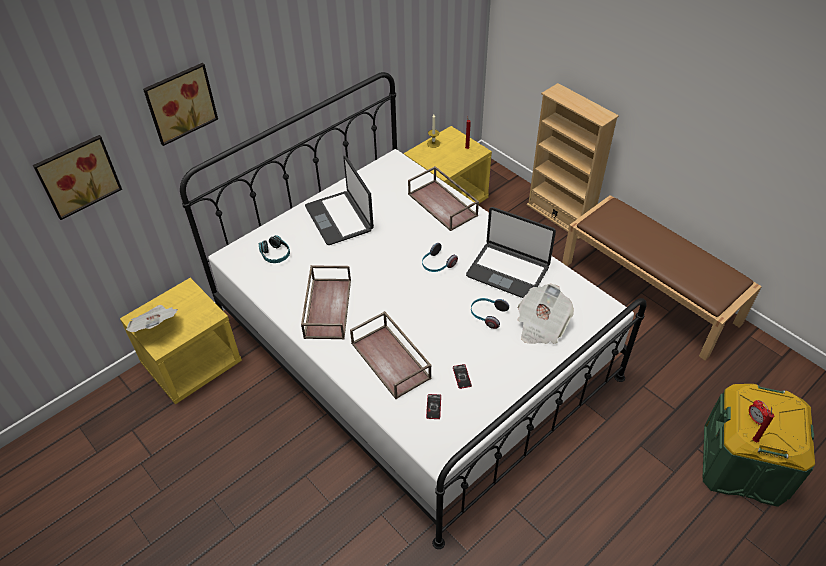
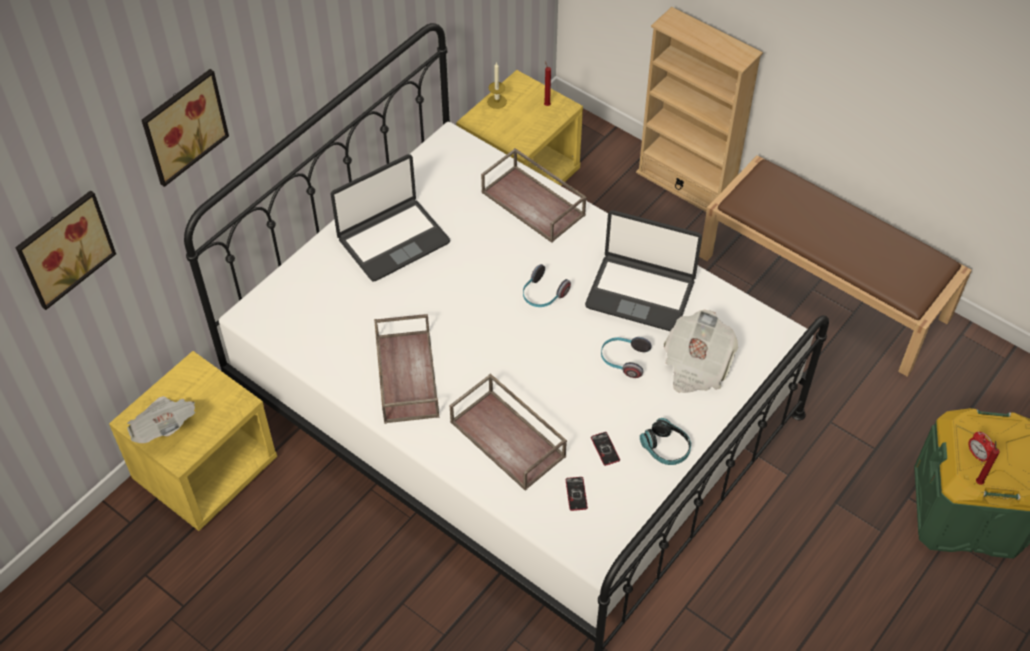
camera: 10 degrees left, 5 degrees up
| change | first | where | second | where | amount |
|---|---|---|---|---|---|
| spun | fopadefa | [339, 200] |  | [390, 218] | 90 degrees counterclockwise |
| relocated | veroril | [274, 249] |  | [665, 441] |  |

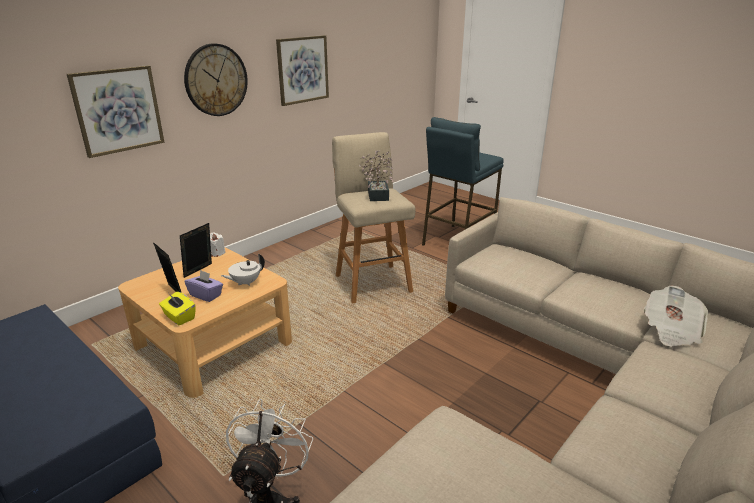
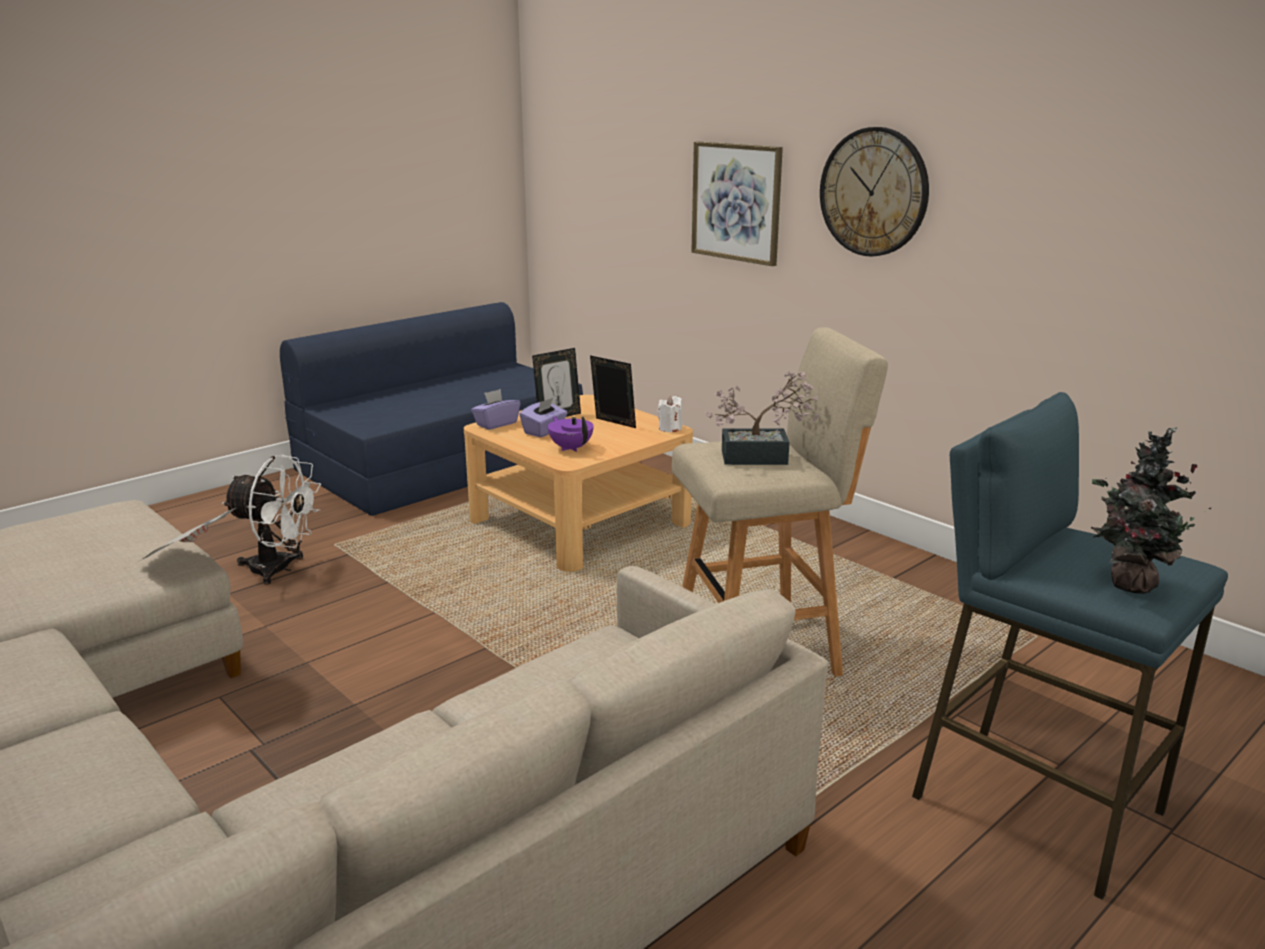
camera: 95 degrees right, 5 degrees down
| change | first | where | second | where | amount |
|---|---|---|---|---|---|
| relocated | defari | [676, 316] |  | [186, 535] |  |
| colour | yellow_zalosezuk | [177, 308] | purple_zalosezuk | [496, 409] |  |
| colour | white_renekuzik | [243, 270] | purple_renekuzik | [571, 434] |  |
| appeared |  |  | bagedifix | [1151, 510] |  |
| missing | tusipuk | [302, 70] |  |  |  |

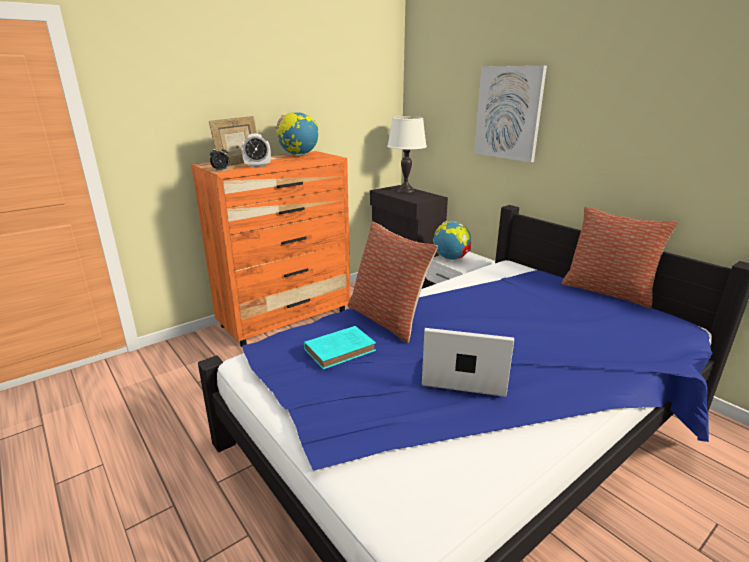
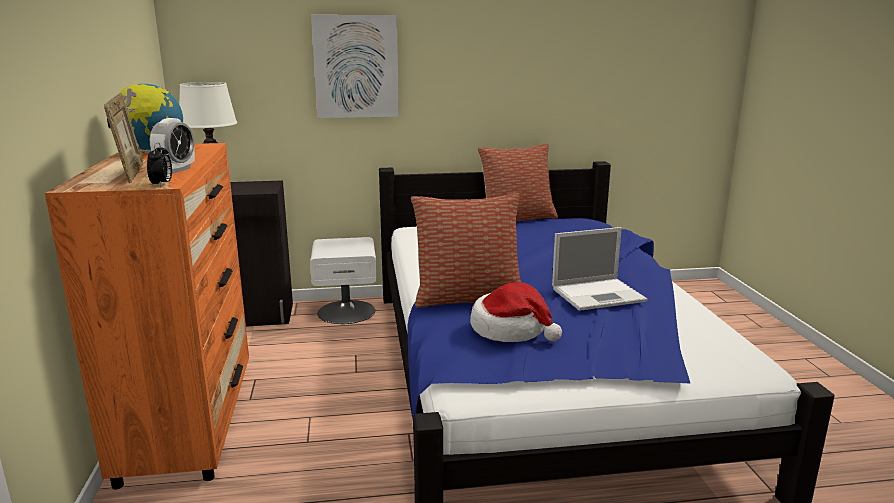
camera: 60 degrees left, 5 degrees down
| change | first | where | second | where | amount |
|---|---|---|---|---|---|
| exchanged | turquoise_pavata | [340, 347] | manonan | [516, 312] |  |
| spun | fopadefa | [468, 362] |  | [599, 269] | 150 degrees counterclockwise |
| missing | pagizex | [452, 240] |  |  |  |

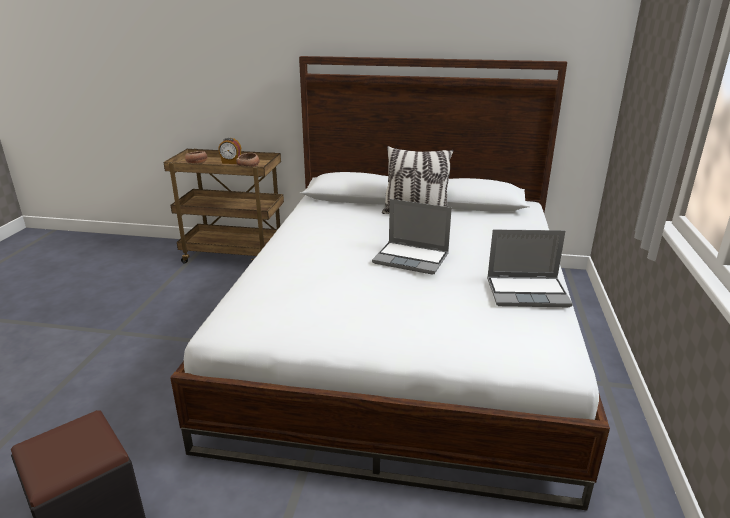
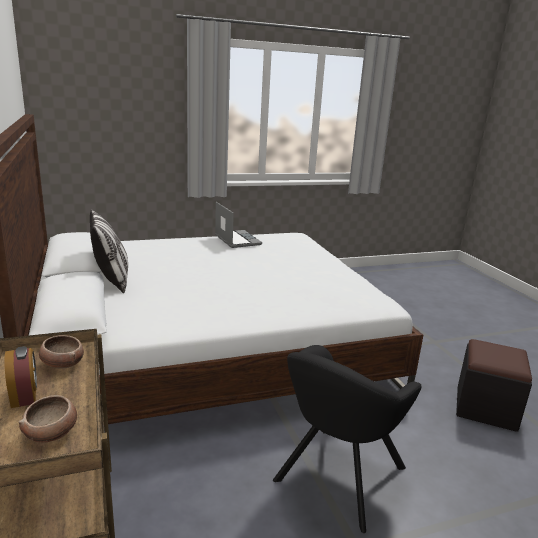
camera: 120 degrees left, 5 degrees down
| change | first | where | second | where | amount |
|---|---|---|---|---|---|
| appeared |  |  | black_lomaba | [347, 439] |  |
| missing | fopadefa | [412, 237] |  |  |  |

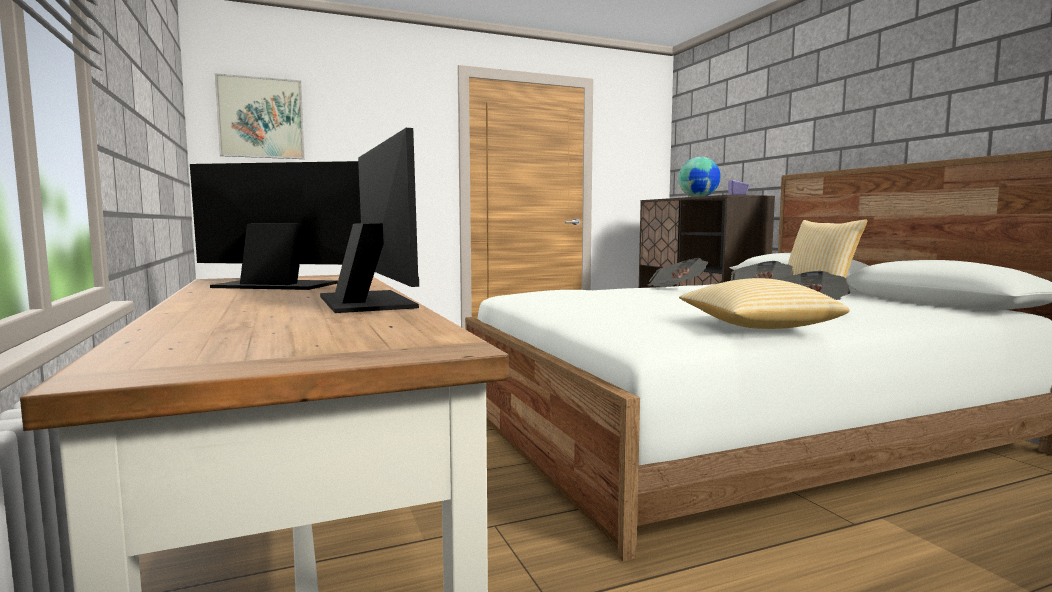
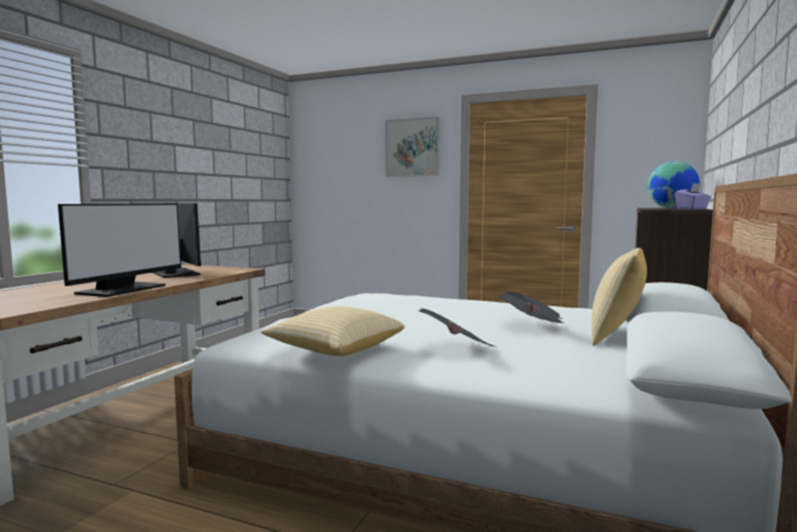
camera: 45 degrees right, 0 degrees up
| change | first | where | second | where | amount |
|---|---|---|---|---|---|
| relocated | tusipuk | [260, 116] |  | [412, 147] |  |
| missing | defari | [677, 272] |  |  |  |

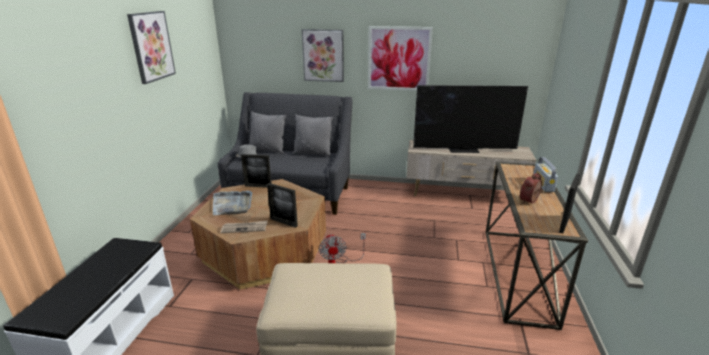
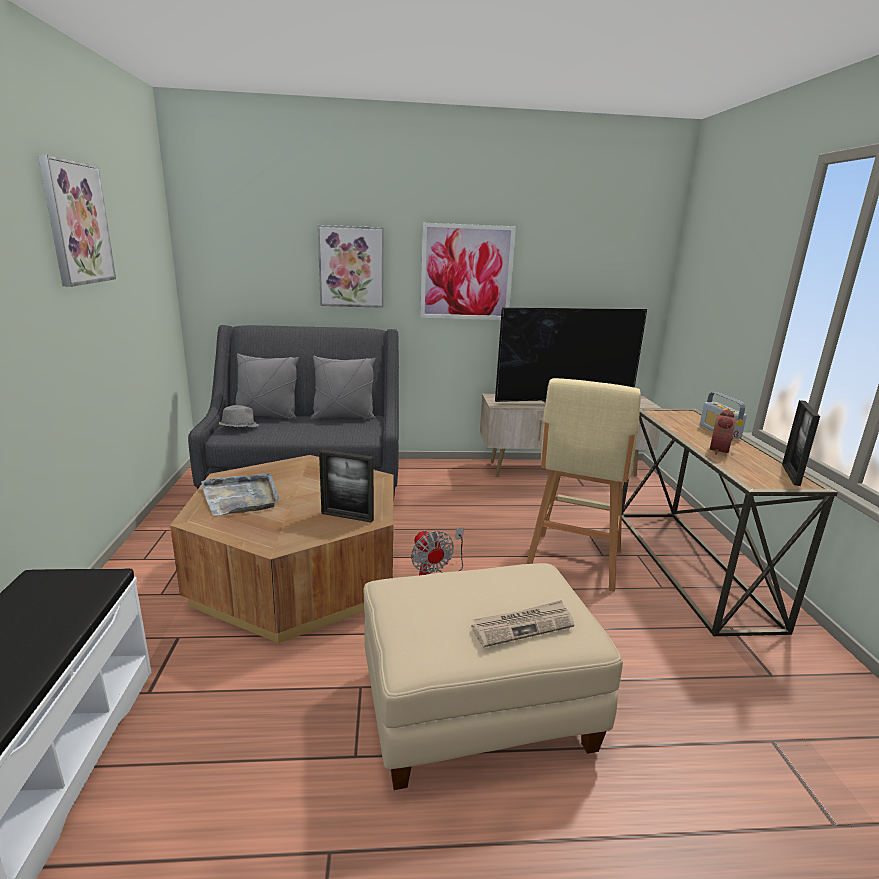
camera: 15 degrees left, 5 degrees down
| change | first | where | second | where | amount |
|---|---|---|---|---|---|
| relocated | defari | [244, 226] |  | [522, 623] |  |
| appeared |  |  | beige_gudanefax | [583, 485] |  |
| missing | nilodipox | [256, 171] |  |  |  |

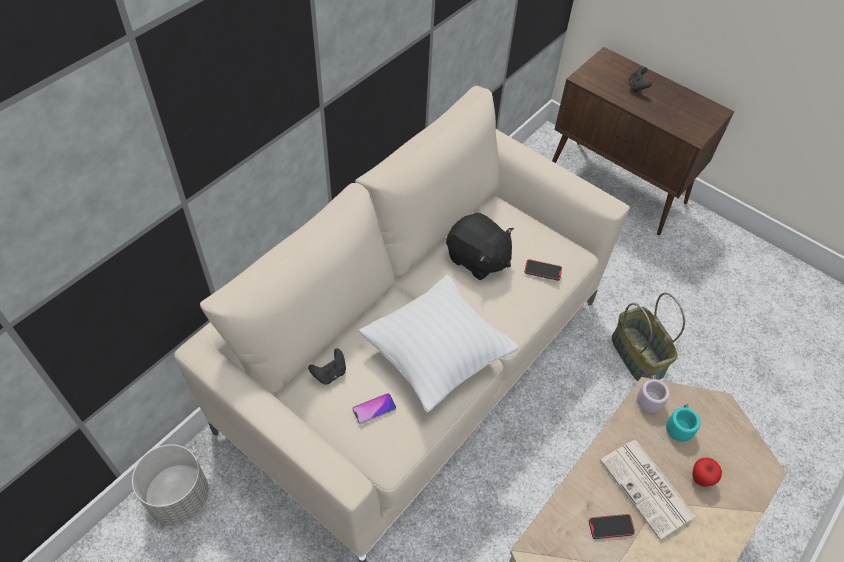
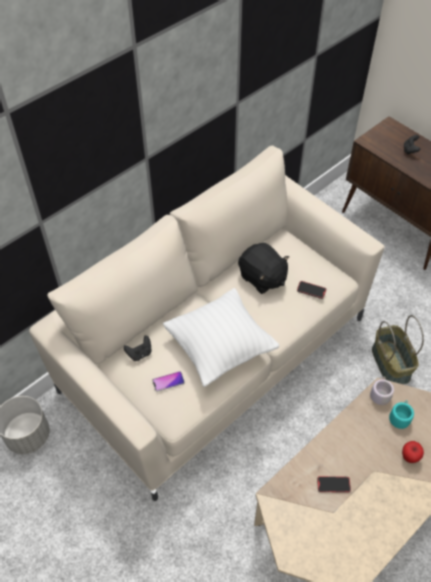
camera: 10 degrees right, 0 degrees up
| change | first | where | second | where | amount |
|---|---|---|---|---|---|
| missing | defari | [648, 490] |  |  |  |

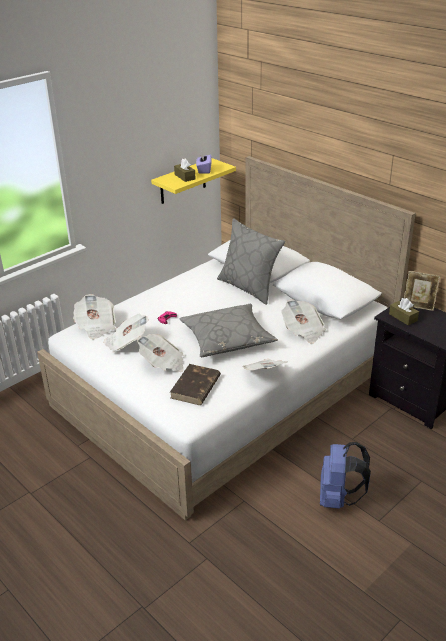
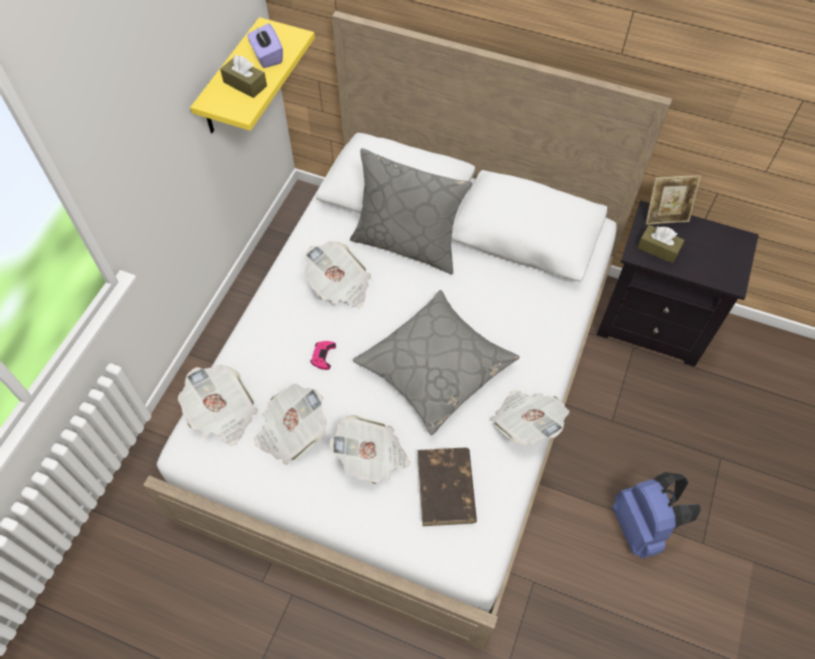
camera: 25 degrees left, 25 degrees up
| change | first | where | second | where | amount |
|---|---|---|---|---|---|
| relocated | defari | [303, 321] |  | [337, 274] |  |

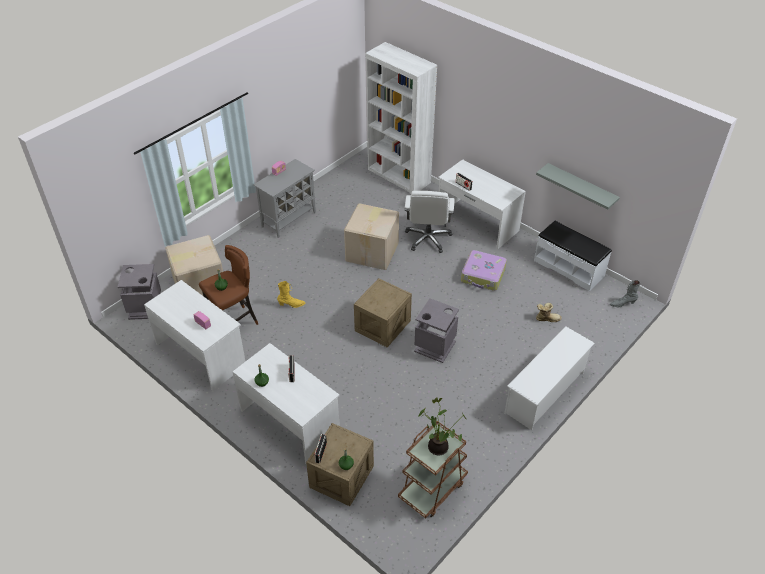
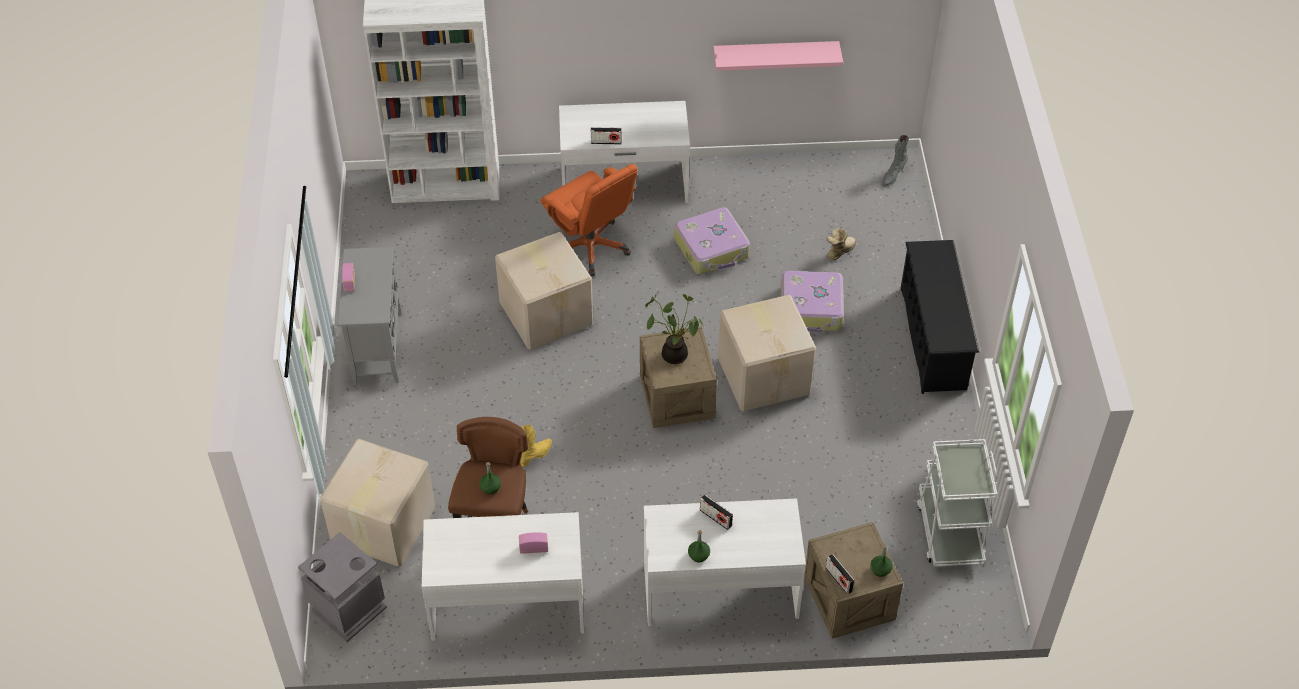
camera: 45 degrees left, 5 degrees up
| change | first | where | second | where | amount |
|---|---|---|---|---|---|
| colour | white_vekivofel | [430, 222] | orange_vekivofel | [589, 220] |  |
| relocated | bagedifix | [442, 427] |  | [674, 329] |  |
| colour | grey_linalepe | [578, 186] | pink_linalepe | [778, 56] |  |
| exchanged | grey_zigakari | [436, 331] | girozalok | [767, 353] |  |
| appeared |  |  | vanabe | [812, 301] |  |
| colour | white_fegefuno | [549, 378] | black_fegefuno | [940, 317] |  |
| colour | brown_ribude | [433, 469] | white_ribude | [957, 502] |  |
| missing | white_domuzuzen | [573, 255] |  |  |  |

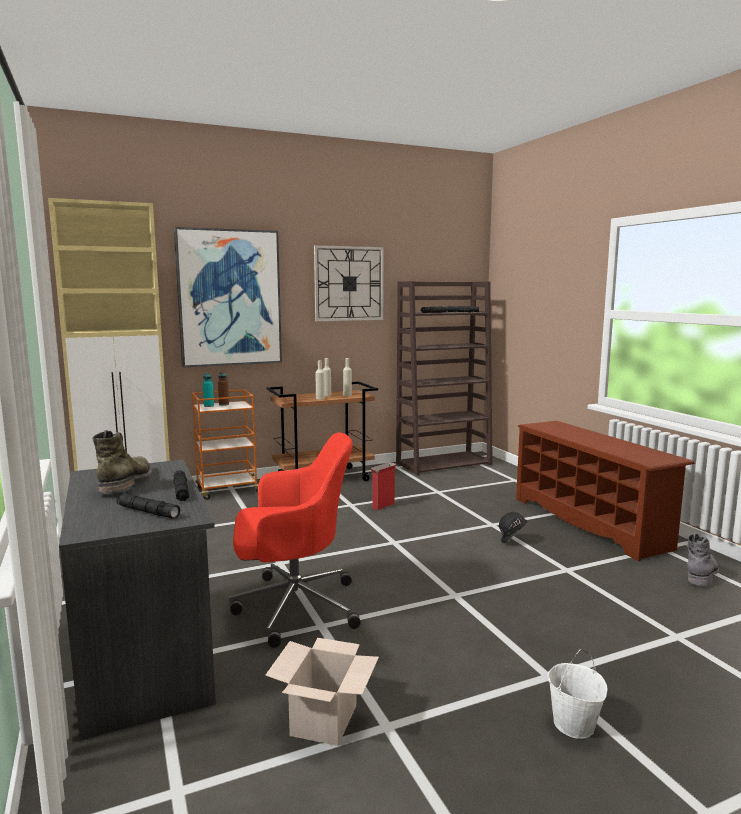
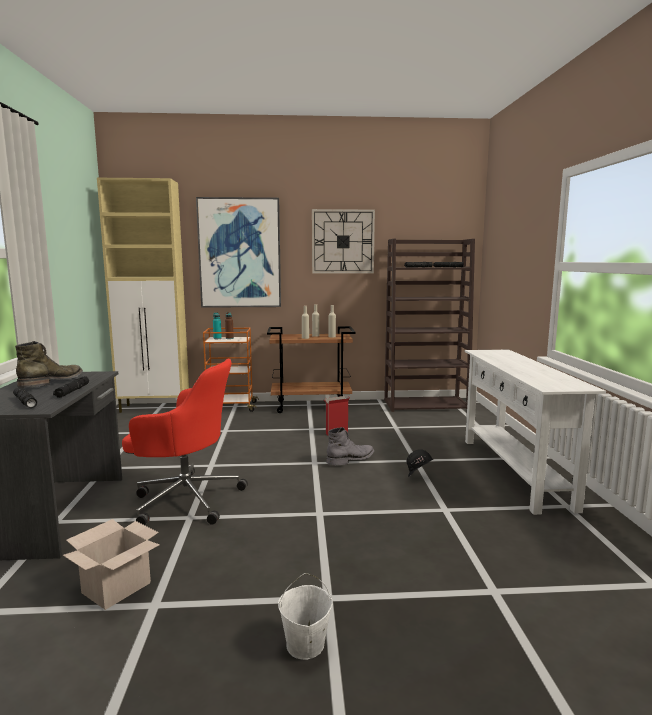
camera: 20 degrees right, 0 degrees up
| change | first | where | second | where | amount |
|---|---|---|---|---|---|
| relocated | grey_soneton | [703, 559] |  | [350, 446] |  |
| exchanged | brown_fegefuno | [605, 491] | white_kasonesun | [535, 432] |  |

